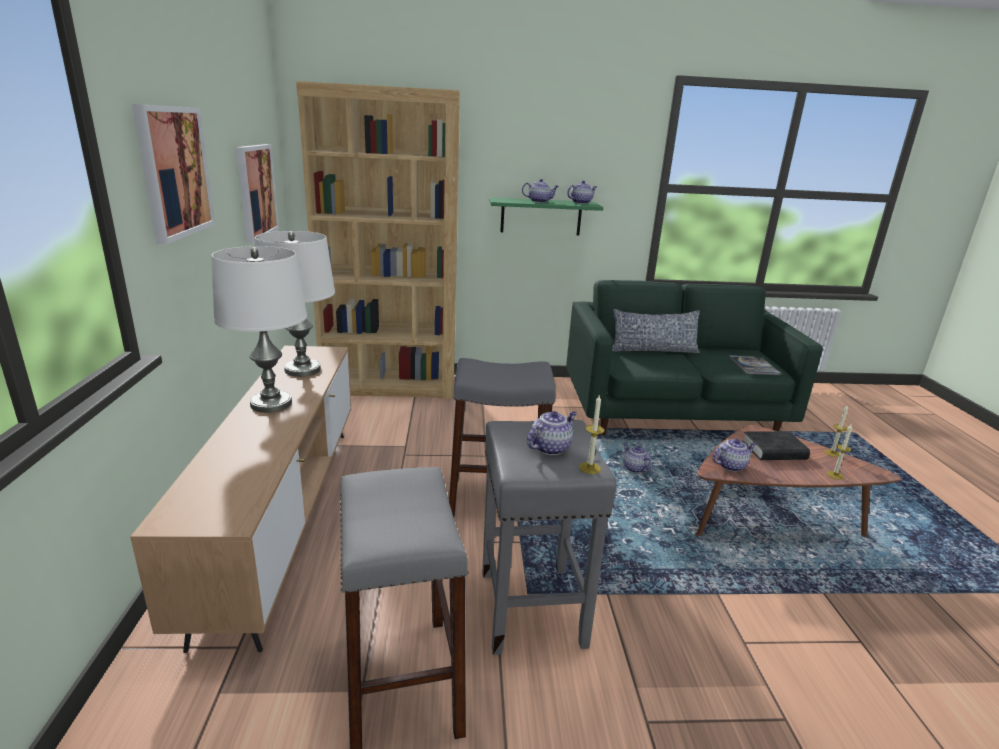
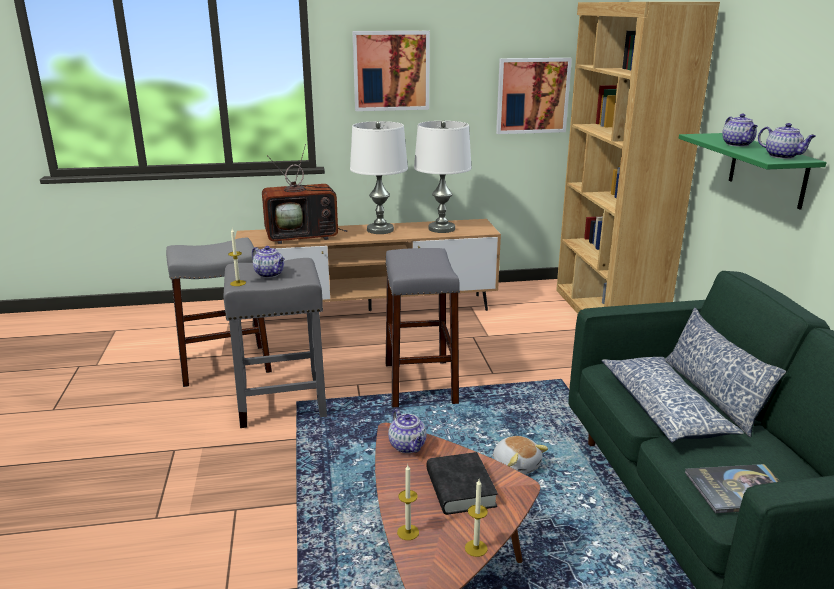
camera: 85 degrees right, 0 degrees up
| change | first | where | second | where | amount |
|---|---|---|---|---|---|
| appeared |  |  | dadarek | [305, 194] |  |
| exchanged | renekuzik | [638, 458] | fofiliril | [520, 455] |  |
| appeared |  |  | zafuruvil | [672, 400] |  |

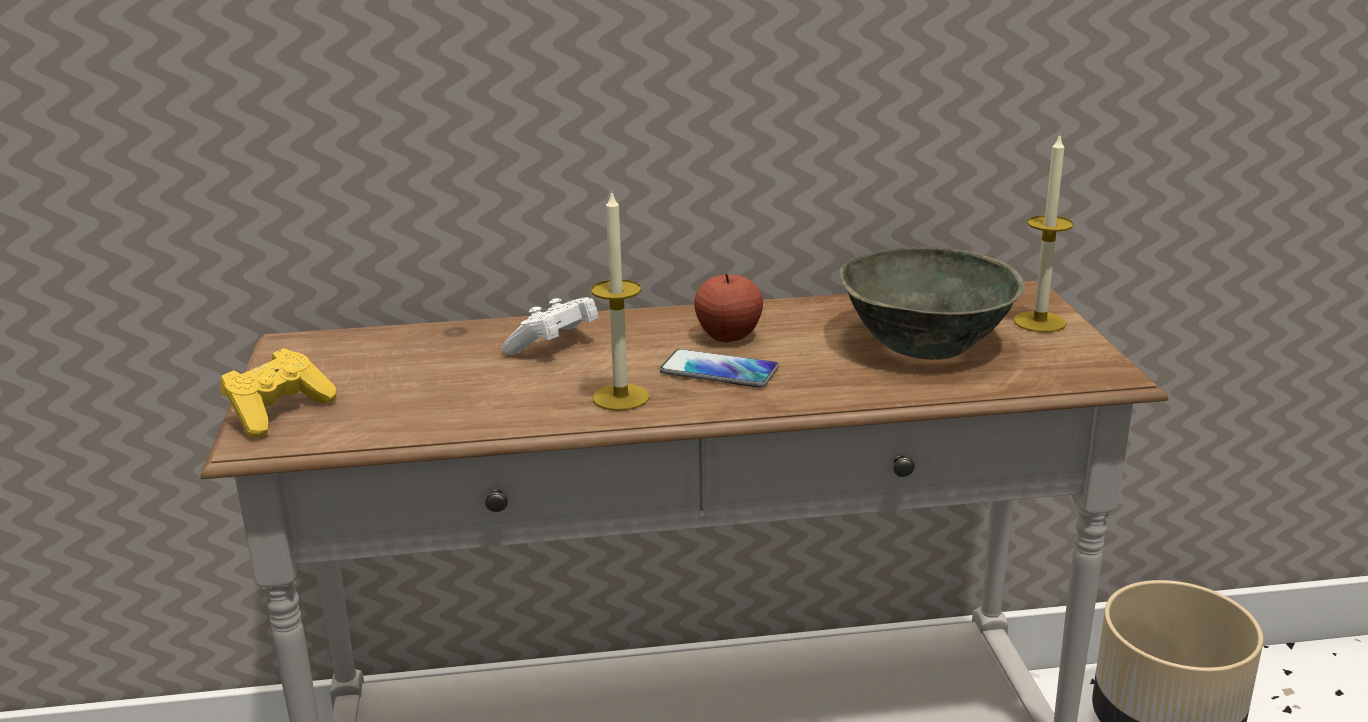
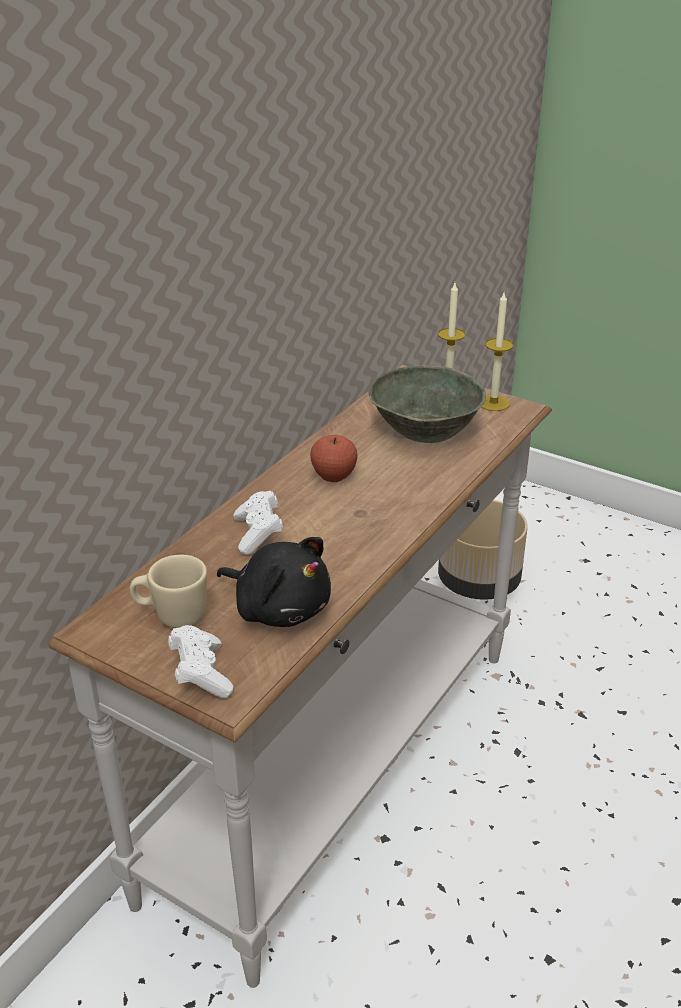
camera: 50 degrees left, 10 degrees up
| change | first | where | second | where | amount |
|---|---|---|---|---|---|
| appeared |  |  | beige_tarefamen | [168, 591] |  |
| colour | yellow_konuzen | [278, 393] | white_konuzen | [200, 661] |  |
| appeared |  |  | black_fofiliril | [274, 582] |  |
| relocated | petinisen | [620, 300] |  | [497, 352] |  |
| missing | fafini | [719, 368] |  |  |  |

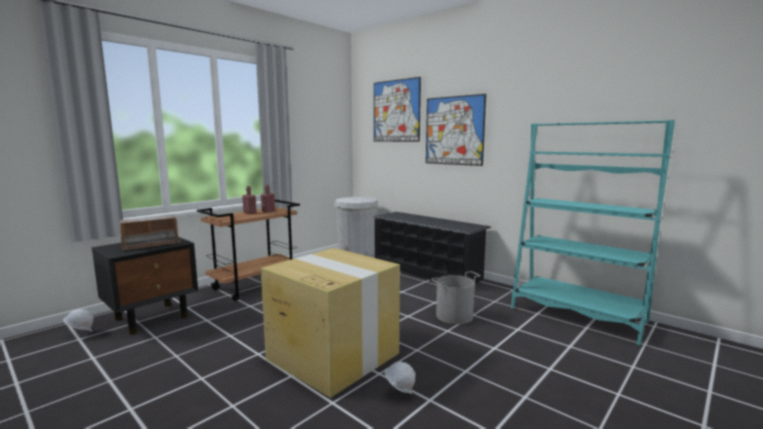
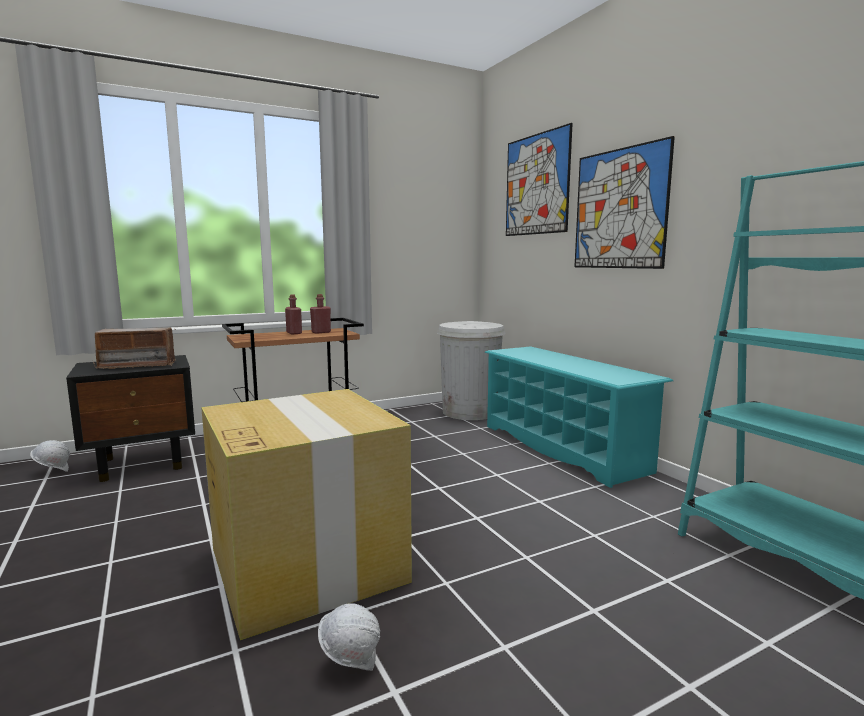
camera: 20 degrees right, 0 degrees up
| change | first | where | second | where | amount |
|---|---|---|---|---|---|
| colour | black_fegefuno | [431, 248] | turquoise_fegefuno | [579, 417] |  |
| missing | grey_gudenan | [456, 297] |  |  |  |

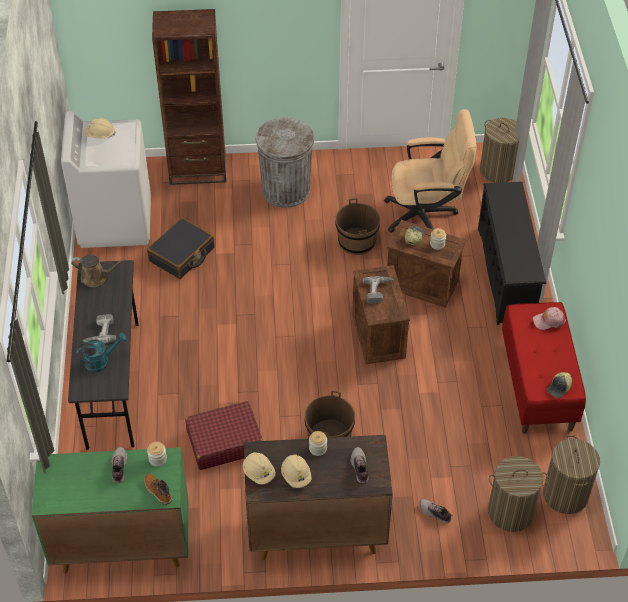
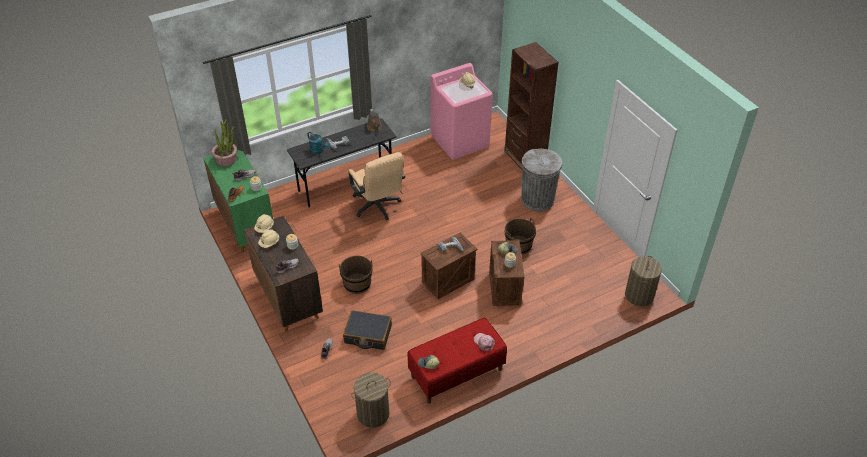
camera: 65 degrees right, 5 degrees down
| change | first | where | second | where | amount |
|---|---|---|---|---|---|
| appeared |  |  | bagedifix | [224, 142] |  |
| relocated | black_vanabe | [181, 248] |  | [367, 330] |  |
| relocated | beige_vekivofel | [430, 171] |  | [377, 186] |  |
| colour | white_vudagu | [106, 179] | pink_vudagu | [461, 111] |  |
| missing | red_vanabe | [224, 435] |  |  |  |
| missing | black_fegefuno | [512, 253] |  |  |  |
| missing | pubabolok | [518, 494] |  |  |  |

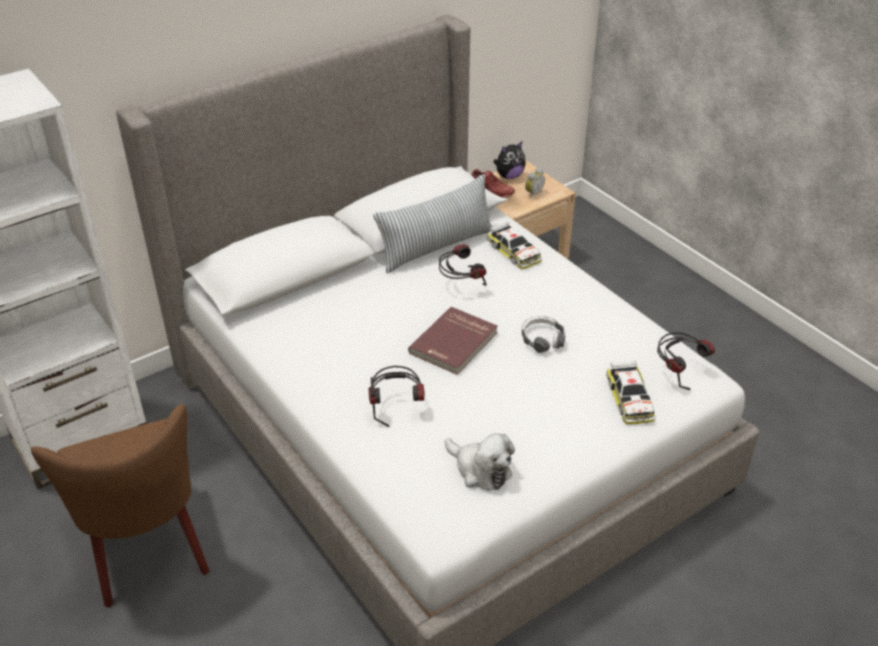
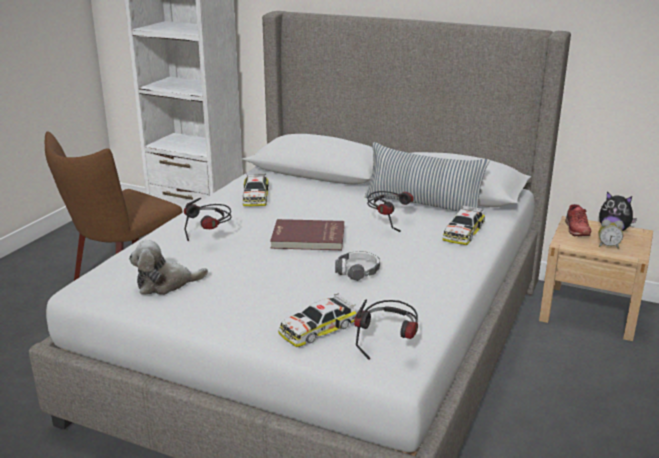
camera: 60 degrees right, 15 degrees down
| change | first | where | second | where | amount |
|---|---|---|---|---|---|
| spun | fofiliril | [480, 462] |  | [168, 267] | 60 degrees clockwise |
| appeared |  |  | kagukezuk | [256, 190] |  |

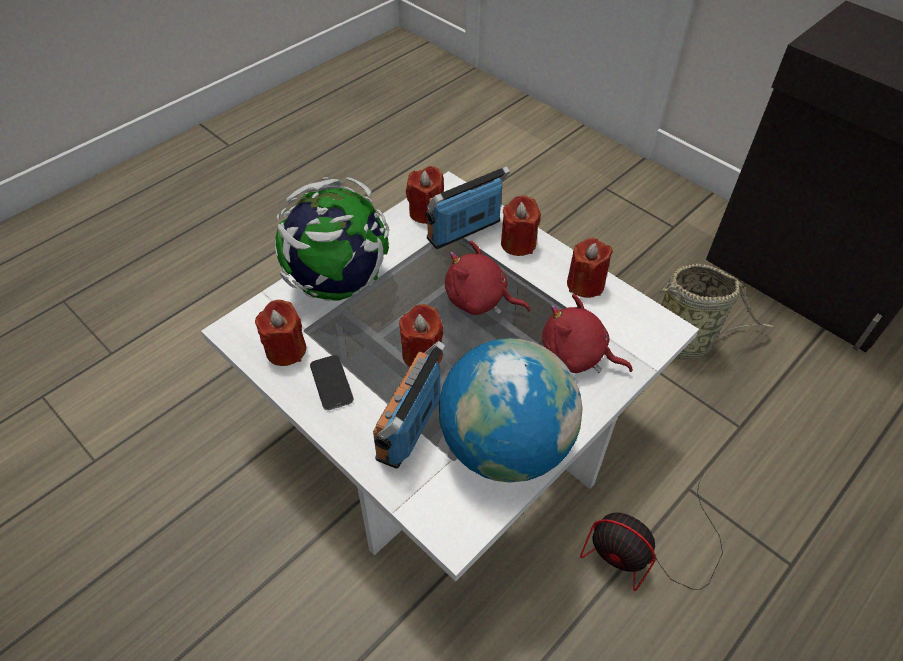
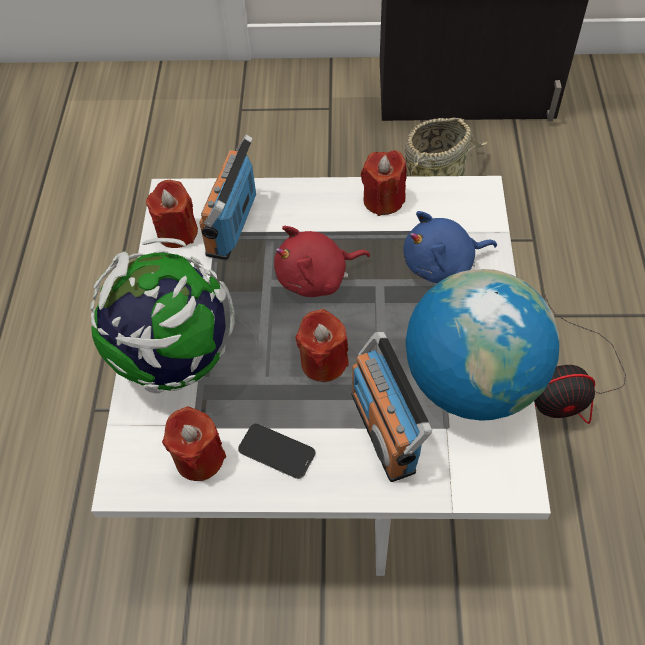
camera: 40 degrees left, 5 degrees up
| change | first | where | second | where | amount |
|---|---|---|---|---|---|
| colour | red_fofiliril | [587, 333] | blue_fofiliril | [450, 247] |  |
| missing | red_petinisen | [521, 225] |  |  |  |

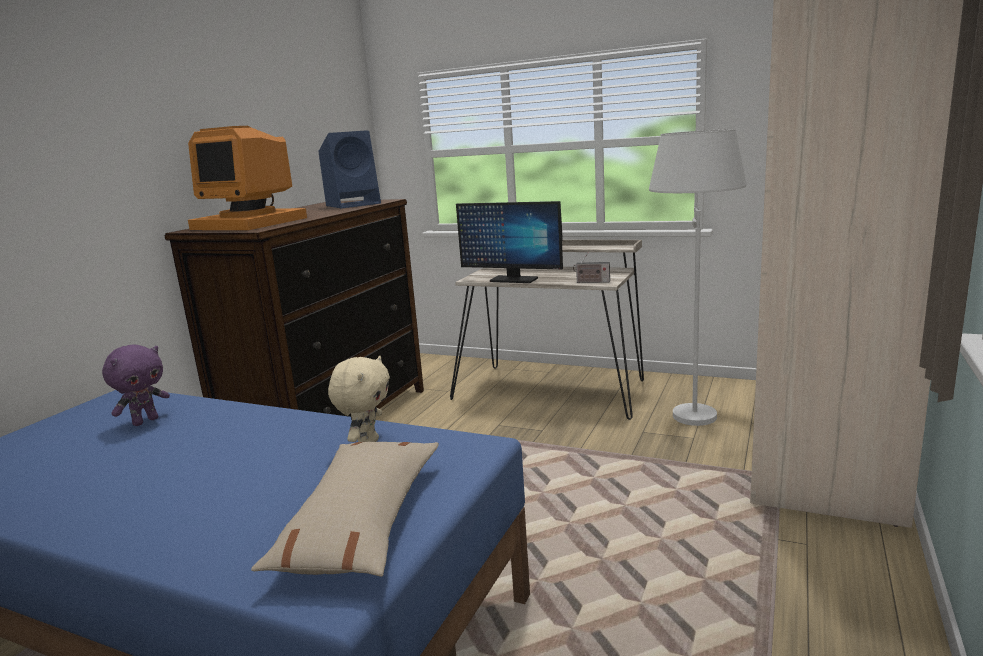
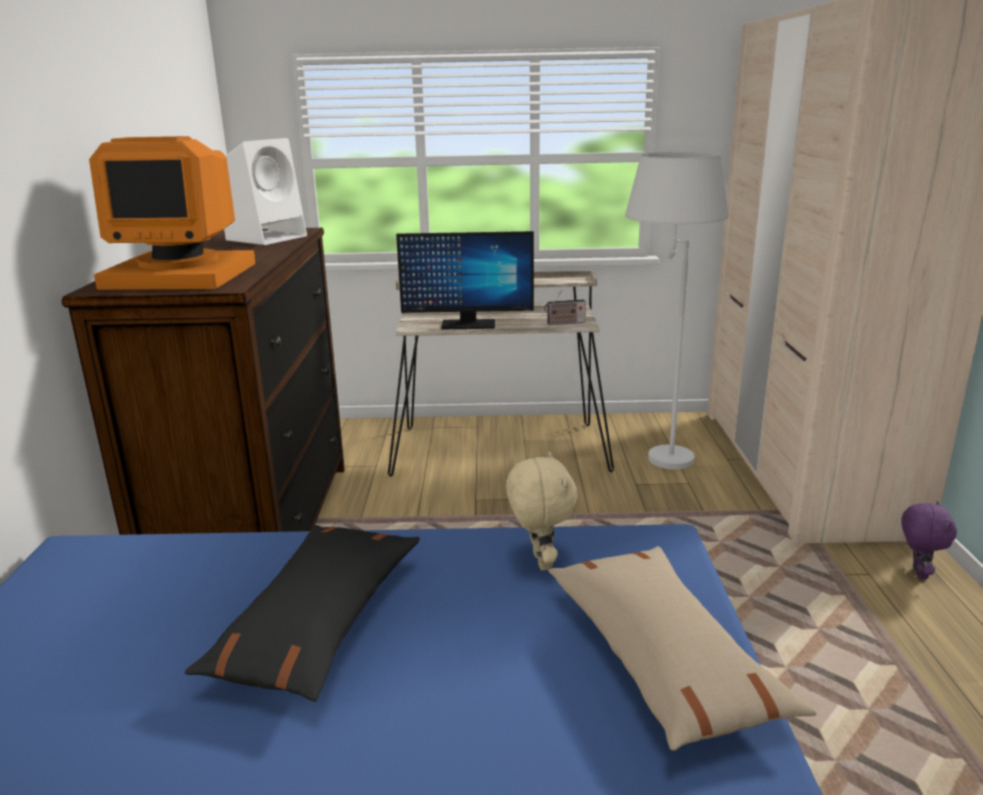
camera: 25 degrees left, 5 degrees up
| change | first | where | second | where | amount |
|---|---|---|---|---|---|
| appeared |  |  | black_zafuruvil | [302, 613] |  |
| colour | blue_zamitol | [349, 169] | white_zamitol | [265, 191] |  |
| relocated | purple_fofiliril | [136, 385] |  | [929, 540] |  |

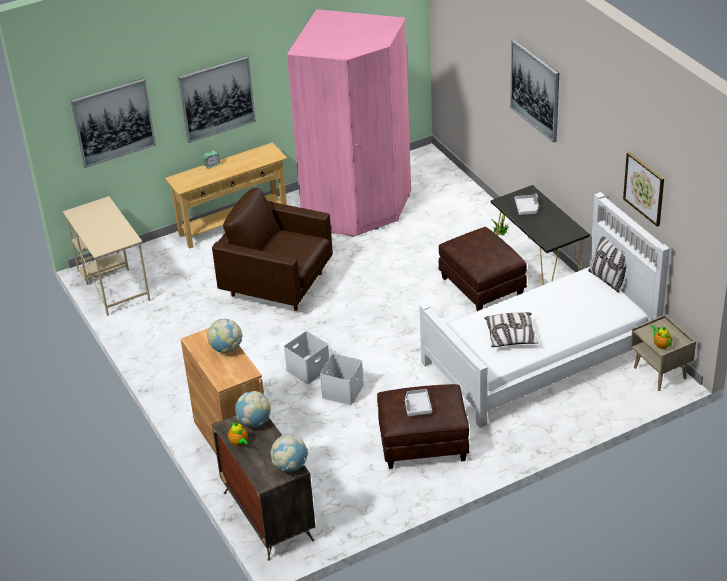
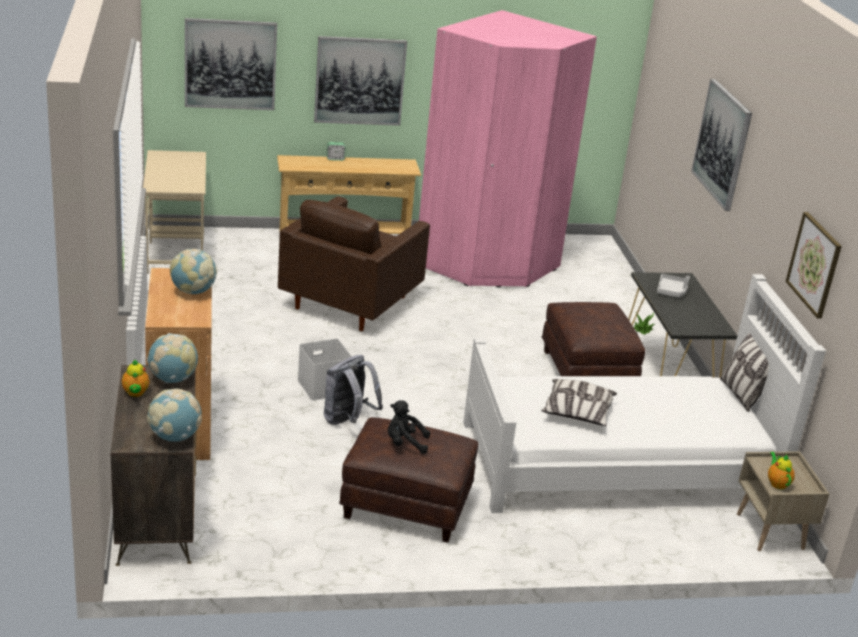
camera: 15 degrees right, 10 degrees down
| change | first | where | second | where | amount |
|---|---|---|---|---|---|
| spun | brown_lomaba | [272, 249] |  | [354, 263] | 105 degrees counterclockwise |
| exchanged | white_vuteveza | [342, 379] | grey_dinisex | [353, 390] |  |
| exchanged | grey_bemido | [418, 402] | black_fofiliril | [409, 427] |  |

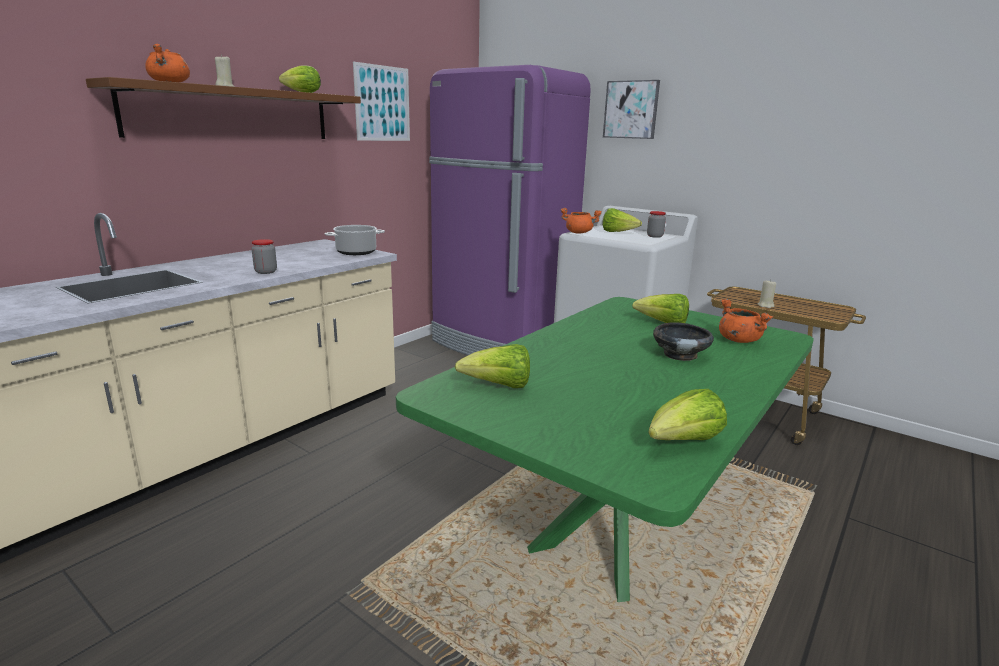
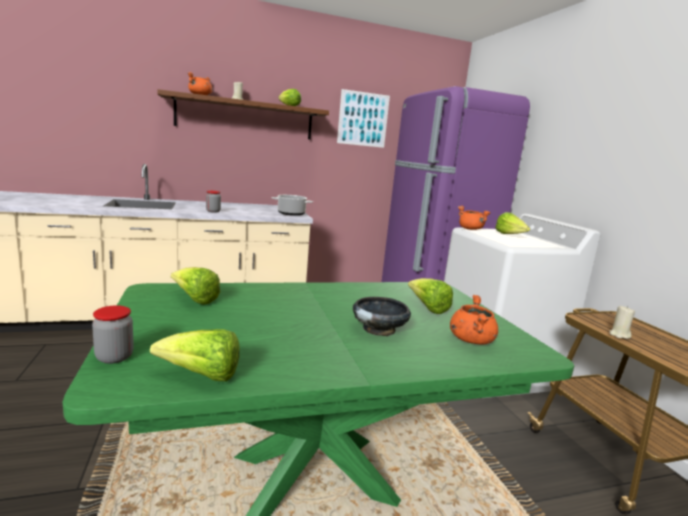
camera: 35 degrees right, 5 degrees down
| change | first | where | second | where | amount |
|---|---|---|---|---|---|
| relocated | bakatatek | [656, 224] |  | [113, 334] |  |
| missing | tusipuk | [631, 109] |  |  |  |

